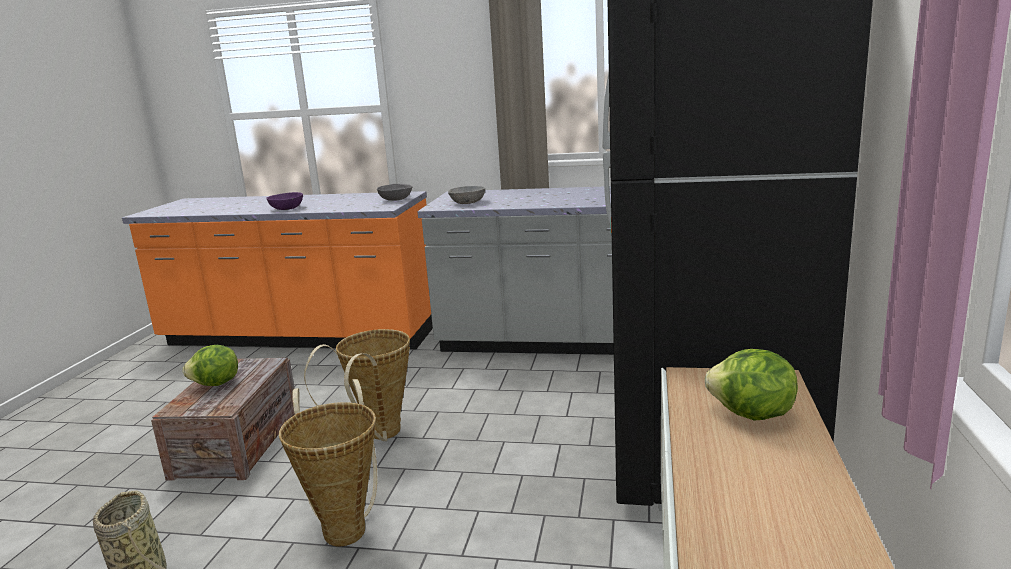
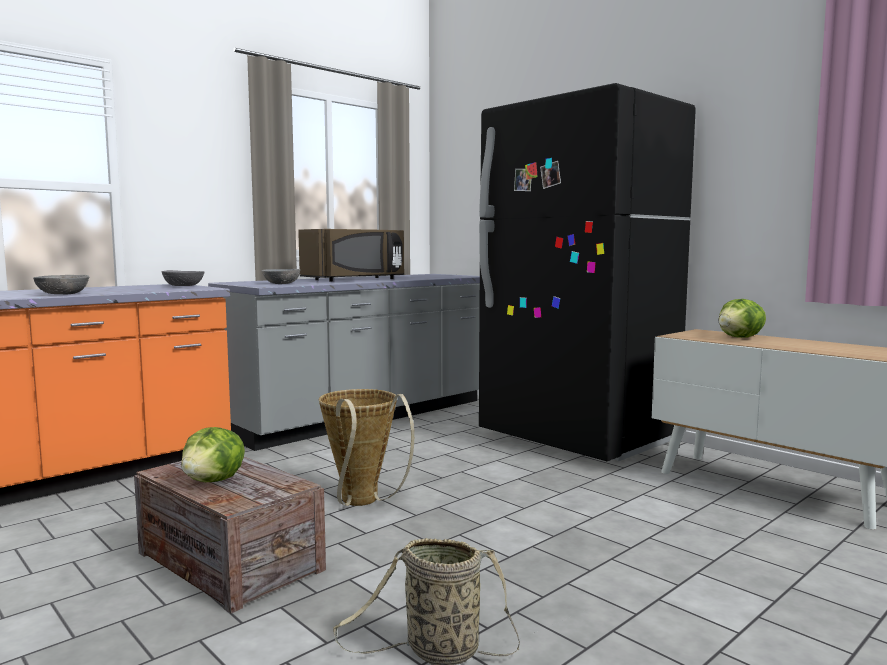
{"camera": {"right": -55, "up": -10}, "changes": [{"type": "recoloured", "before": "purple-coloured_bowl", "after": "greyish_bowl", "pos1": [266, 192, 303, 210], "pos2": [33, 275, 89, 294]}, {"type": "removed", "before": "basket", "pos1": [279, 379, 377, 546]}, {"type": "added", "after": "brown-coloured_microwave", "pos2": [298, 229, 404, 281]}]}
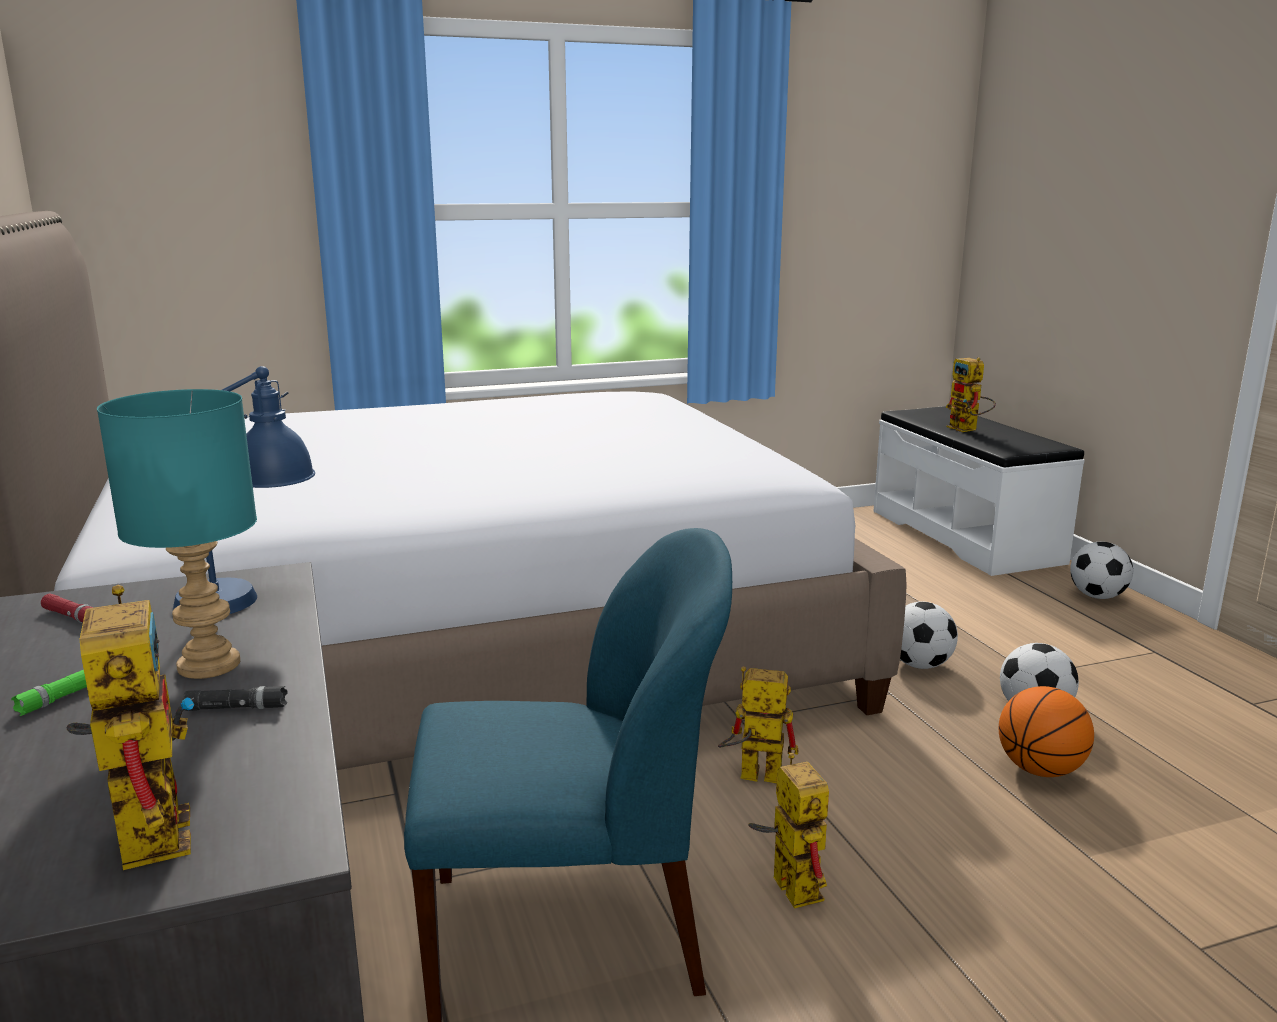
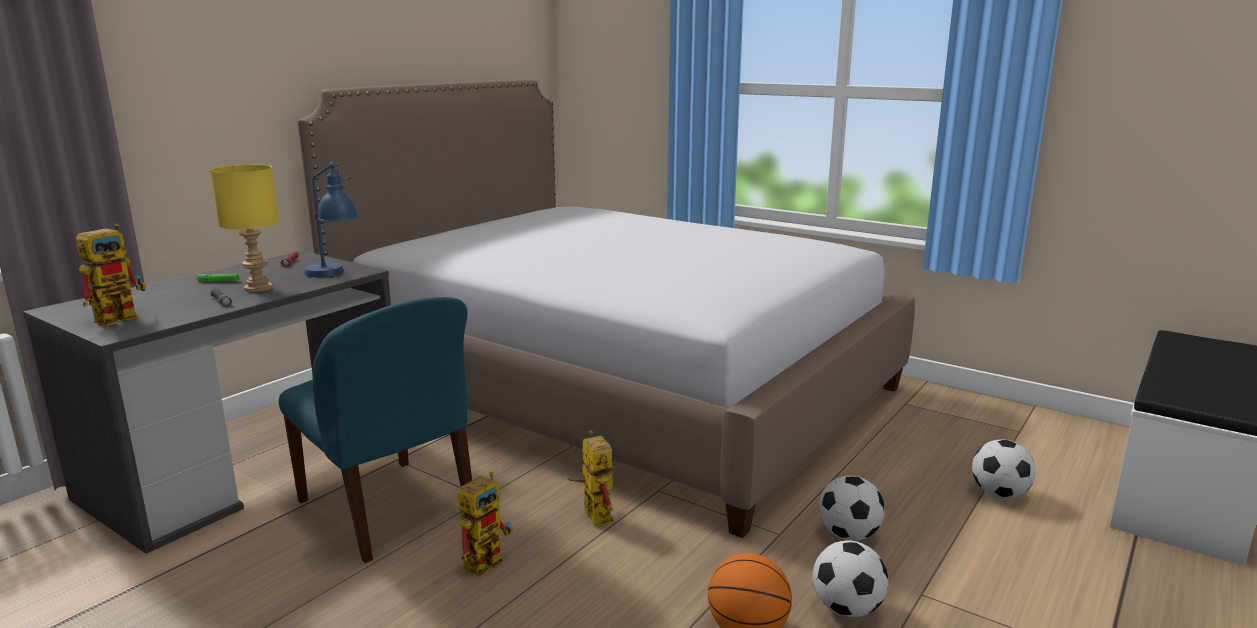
{"camera": {"right": 55, "up": 0}, "changes": [{"type": "recoloured", "before": "turquoise-coloured_table_lamp", "after": "yellow-coloured_table_lamp", "pos1": [97, 389, 257, 679], "pos2": [209, 164, 279, 292]}, {"type": "removed", "before": "toy_robot", "pos1": [946, 358, 996, 432]}, {"type": "moved", "before": "football_ball", "pos1": [1070, 542, 1133, 599], "pos2": [972, 439, 1036, 499]}]}
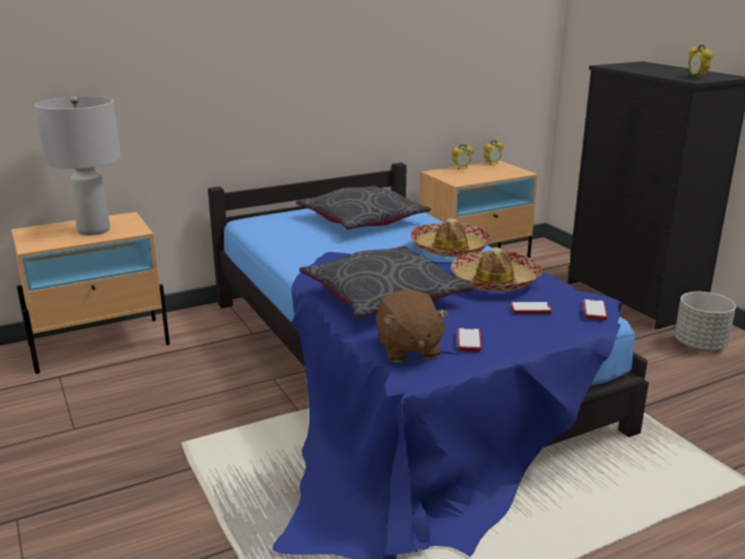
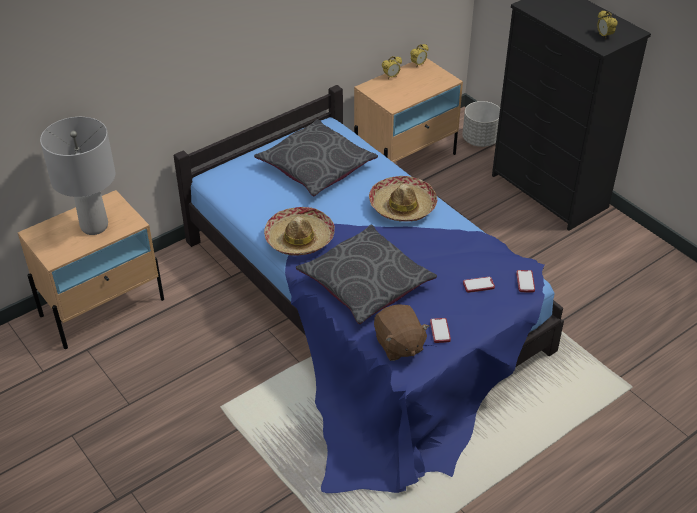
{"camera": {"right": -10, "up": 20}, "changes": [{"type": "moved", "before": "clothing_hat", "pos1": [451, 248, 542, 291], "pos2": [264, 207, 335, 256]}, {"type": "moved", "before": "greyish_plant_pot", "pos1": [674, 292, 736, 351], "pos2": [462, 101, 500, 147]}]}
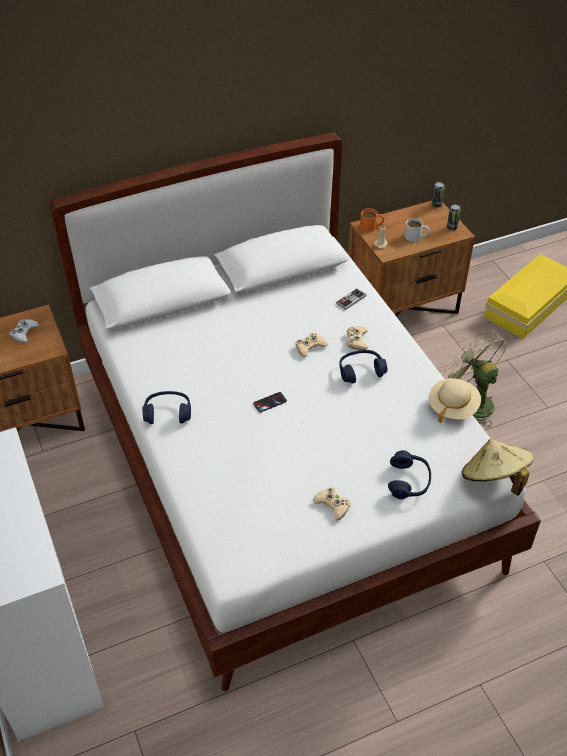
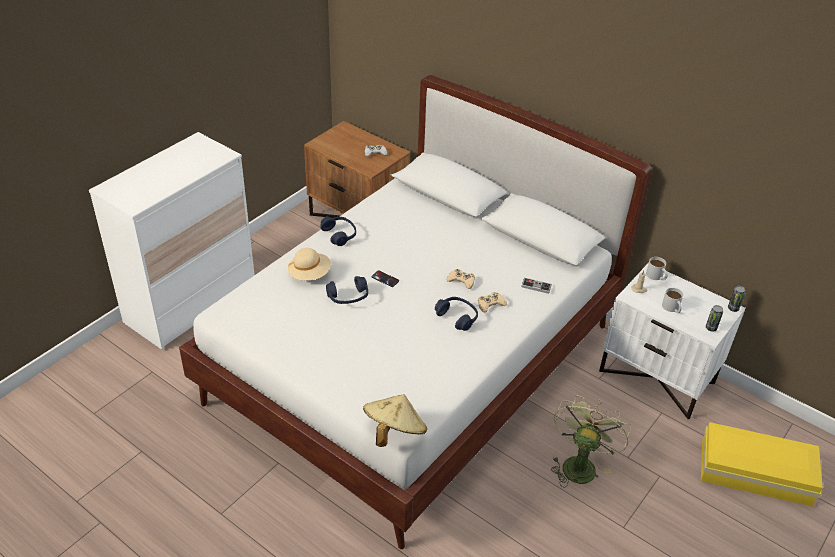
{"camera": {"right": 60, "up": -5}, "changes": [{"type": "removed", "before": "beige_joypad", "pos1": [313, 487, 350, 521]}, {"type": "recoloured", "before": "brown-coloured_night_table", "after": "white-coloured_night_table", "pos1": [348, 201, 475, 317], "pos2": [599, 263, 746, 419]}, {"type": "recoloured", "before": "orange_mug", "after": "white-coloured_mug", "pos1": [360, 208, 384, 232], "pos2": [646, 257, 668, 280]}, {"type": "moved", "before": "blue_headset", "pos1": [388, 450, 431, 499], "pos2": [326, 276, 368, 304]}, {"type": "moved", "before": "beige_clothing_hat", "pos1": [429, 378, 481, 423], "pos2": [288, 248, 331, 280]}]}
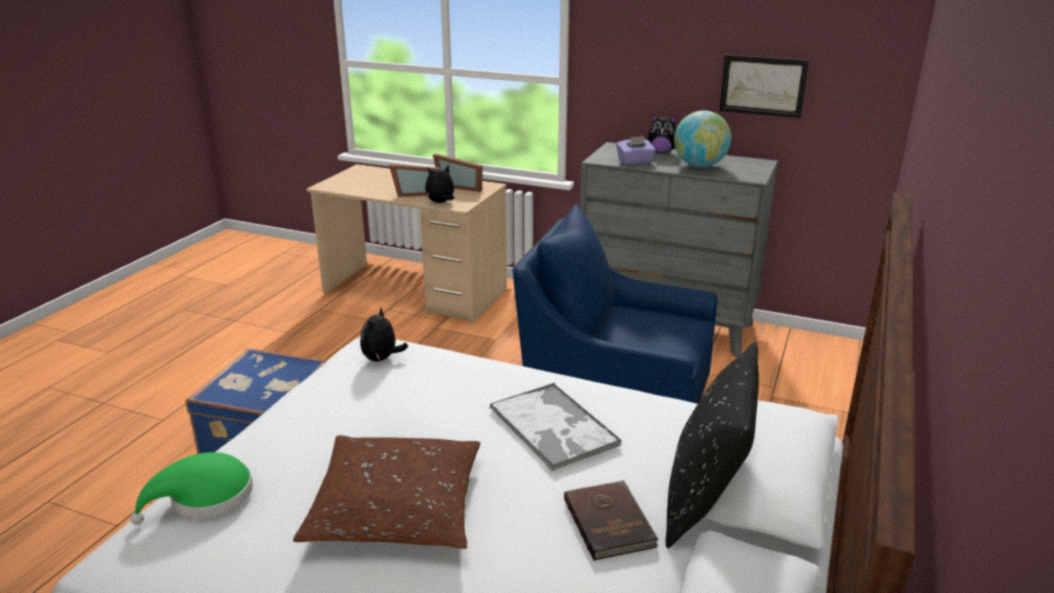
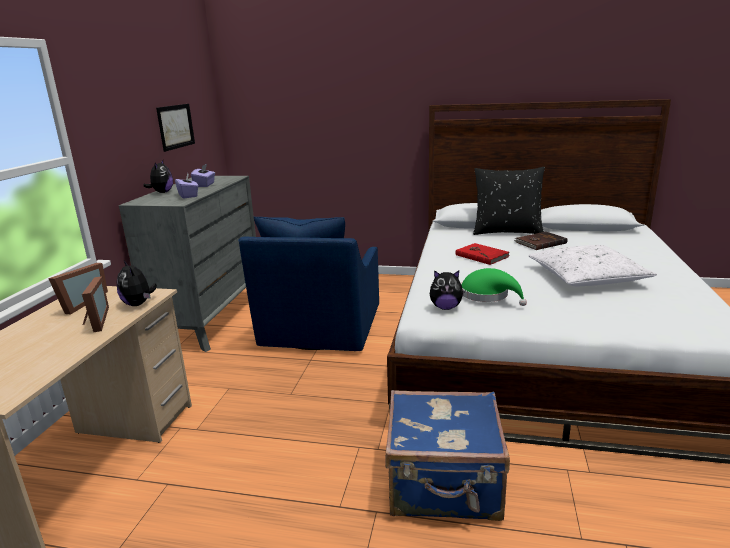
{"camera": {"right": -100, "up": -5}, "changes": [{"type": "moved", "before": "greenish_clothing_hat", "pos1": [130, 452, 253, 525], "pos2": [461, 268, 527, 306]}, {"type": "recoloured", "before": "brown-coloured_pillow", "after": "white-coloured_pillow", "pos1": [293, 435, 480, 549], "pos2": [528, 245, 657, 286]}, {"type": "replaced", "before": "serving_tray", "after": "red_bound_book", "pos1": [490, 383, 621, 471], "pos2": [455, 243, 510, 265]}, {"type": "replaced", "before": "world_globe", "after": "purple-coloured_tissue_holder", "pos1": [674, 110, 731, 167], "pos2": [191, 164, 215, 187]}]}
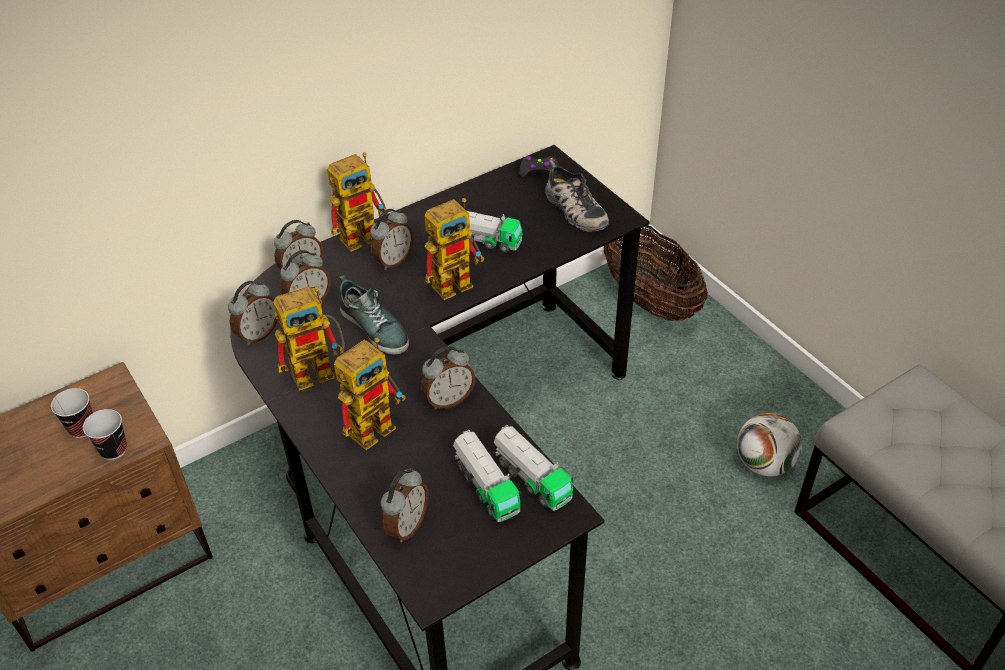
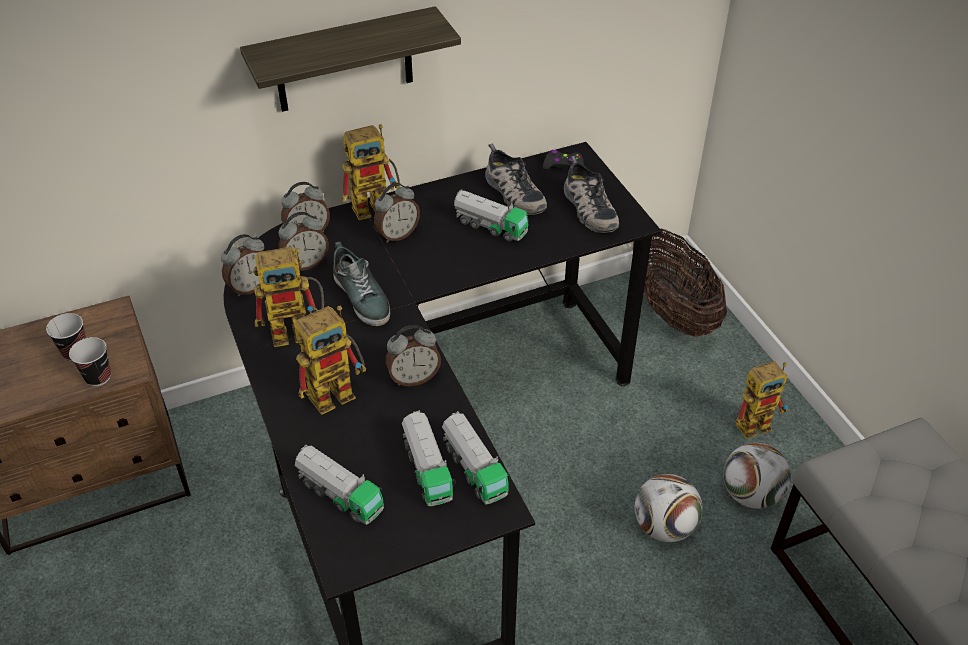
{"camera": {"right": 10, "up": 0}, "changes": [{"type": "replaced", "before": "alarm_clock", "after": "model_truck", "pos1": [381, 468, 429, 543], "pos2": [295, 445, 384, 525]}, {"type": "moved", "before": "toy_robot", "pos1": [424, 198, 484, 300], "pos2": [735, 361, 789, 439]}, {"type": "added", "after": "wall_shelf", "pos2": [240, 6, 461, 112]}, {"type": "added", "after": "item_of_footwear", "pos2": [485, 143, 547, 215]}, {"type": "added", "after": "football_ball", "pos2": [635, 474, 703, 542]}]}
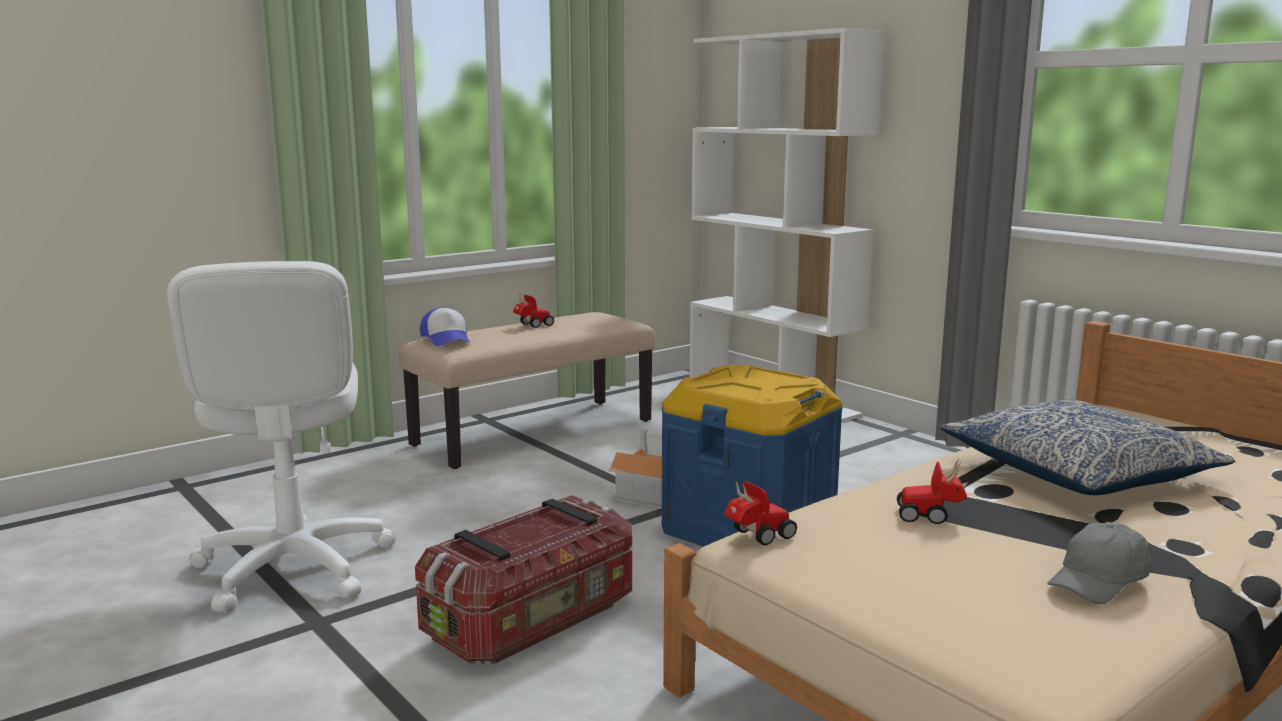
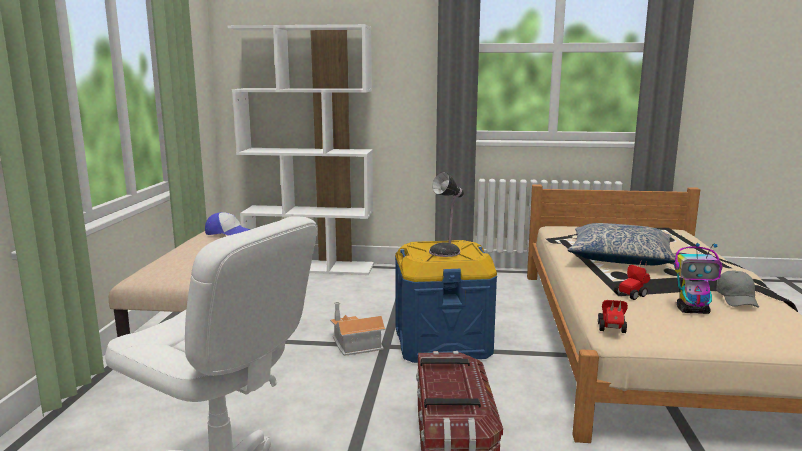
{"camera": {"right": -45, "up": 0}, "changes": [{"type": "moved", "before": "cap", "pos1": [420, 307, 470, 346], "pos2": [205, 212, 250, 236]}, {"type": "removed", "before": "model_car", "pos1": [513, 292, 554, 328]}, {"type": "added", "after": "table_lamp", "pos2": [429, 172, 464, 257]}, {"type": "added", "after": "toy_robot", "pos2": [674, 243, 722, 314]}]}
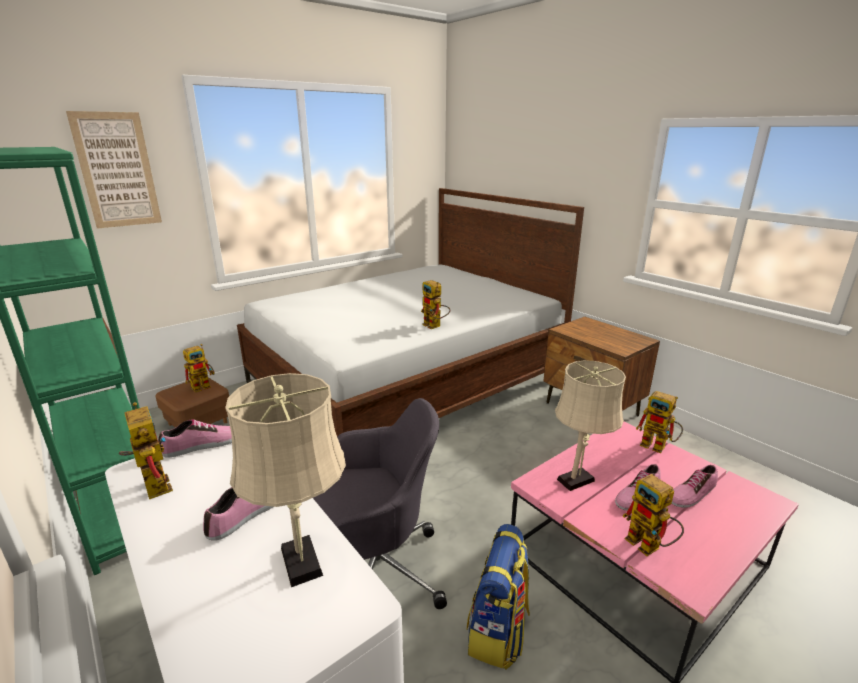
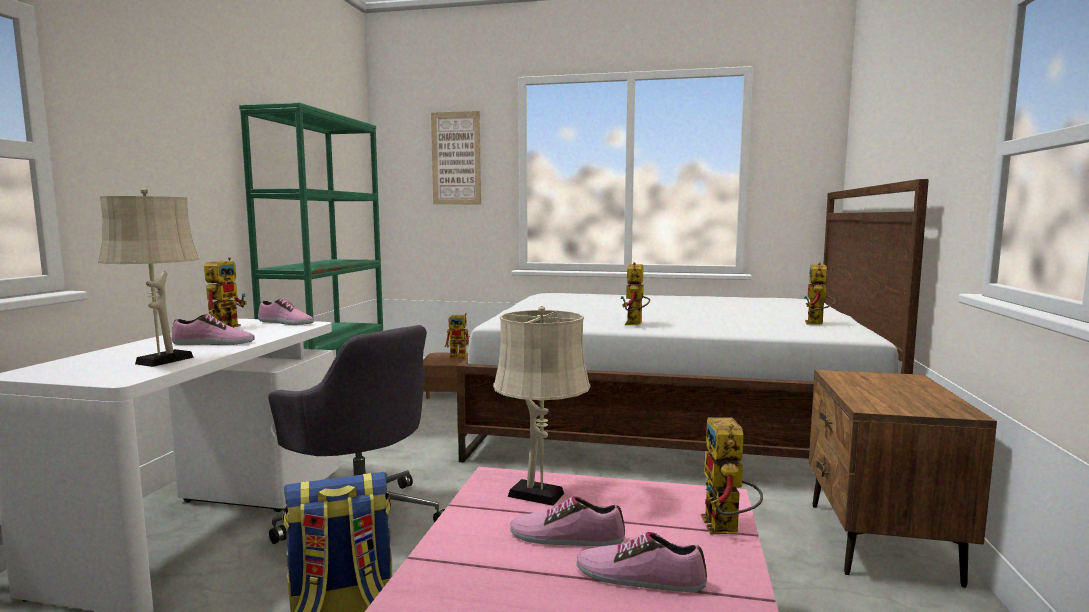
{"camera": {"right": 50, "up": -15}, "changes": [{"type": "moved", "before": "toy_robot", "pos1": [623, 474, 684, 556], "pos2": [804, 262, 836, 325]}]}
